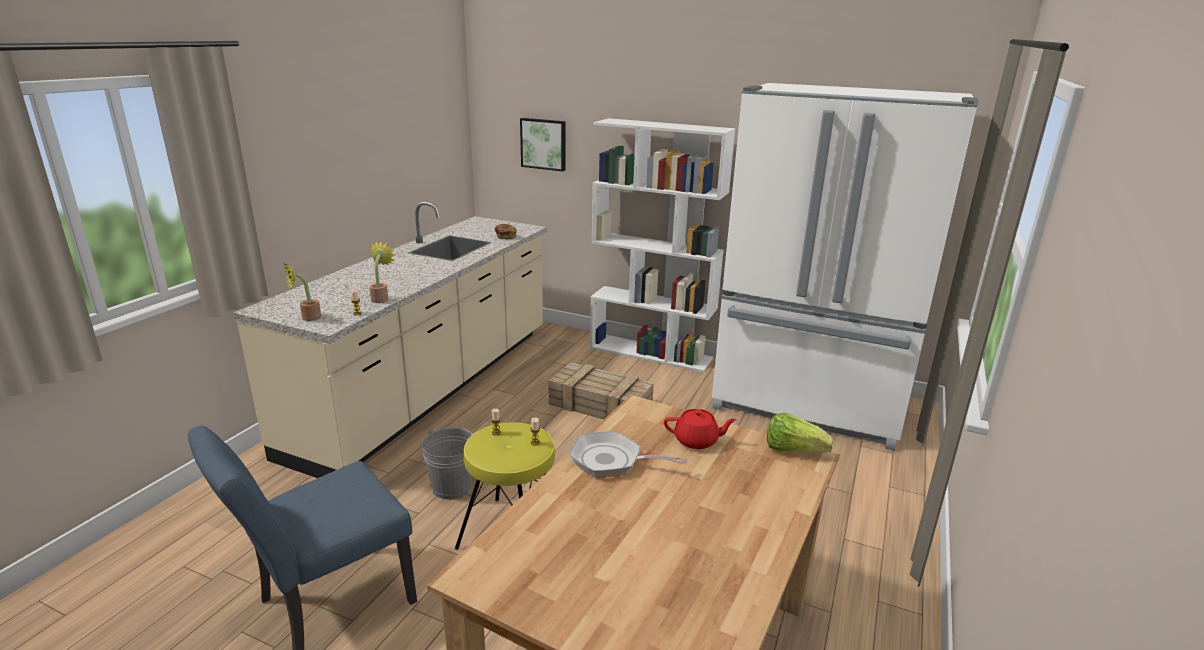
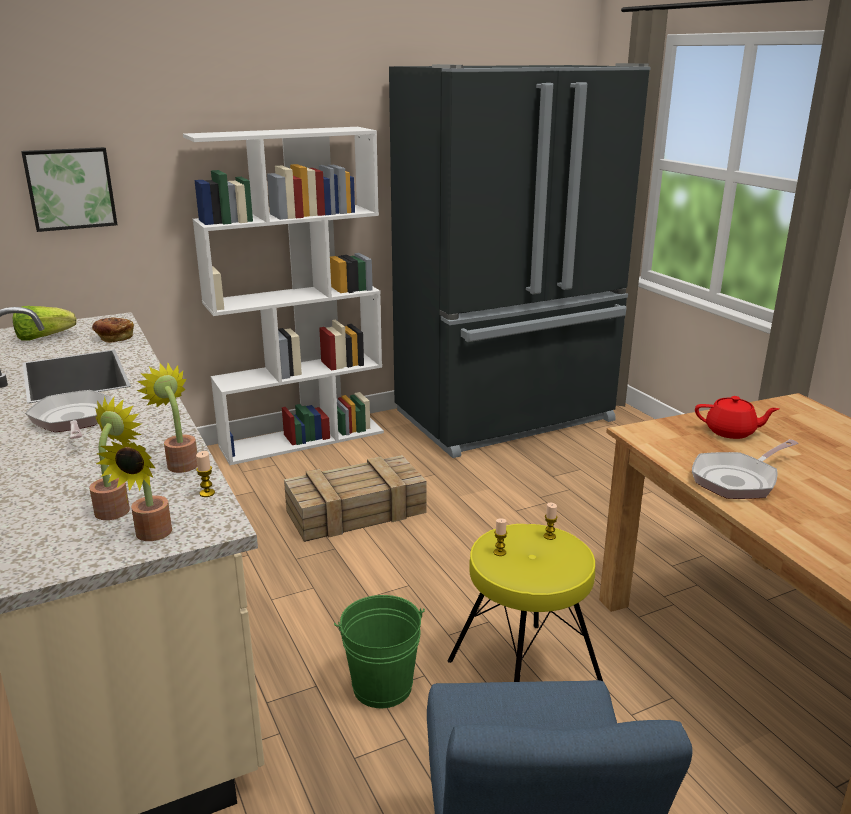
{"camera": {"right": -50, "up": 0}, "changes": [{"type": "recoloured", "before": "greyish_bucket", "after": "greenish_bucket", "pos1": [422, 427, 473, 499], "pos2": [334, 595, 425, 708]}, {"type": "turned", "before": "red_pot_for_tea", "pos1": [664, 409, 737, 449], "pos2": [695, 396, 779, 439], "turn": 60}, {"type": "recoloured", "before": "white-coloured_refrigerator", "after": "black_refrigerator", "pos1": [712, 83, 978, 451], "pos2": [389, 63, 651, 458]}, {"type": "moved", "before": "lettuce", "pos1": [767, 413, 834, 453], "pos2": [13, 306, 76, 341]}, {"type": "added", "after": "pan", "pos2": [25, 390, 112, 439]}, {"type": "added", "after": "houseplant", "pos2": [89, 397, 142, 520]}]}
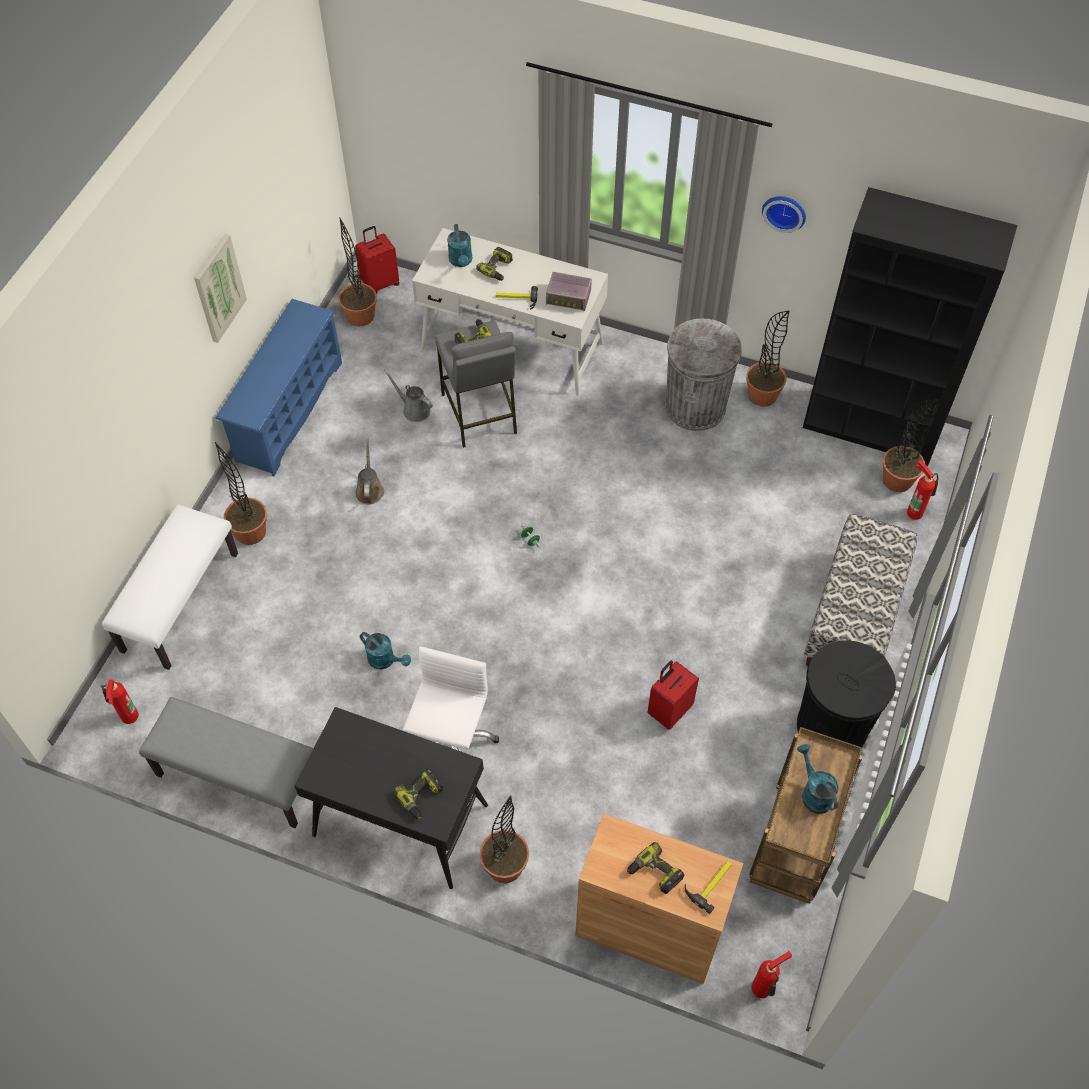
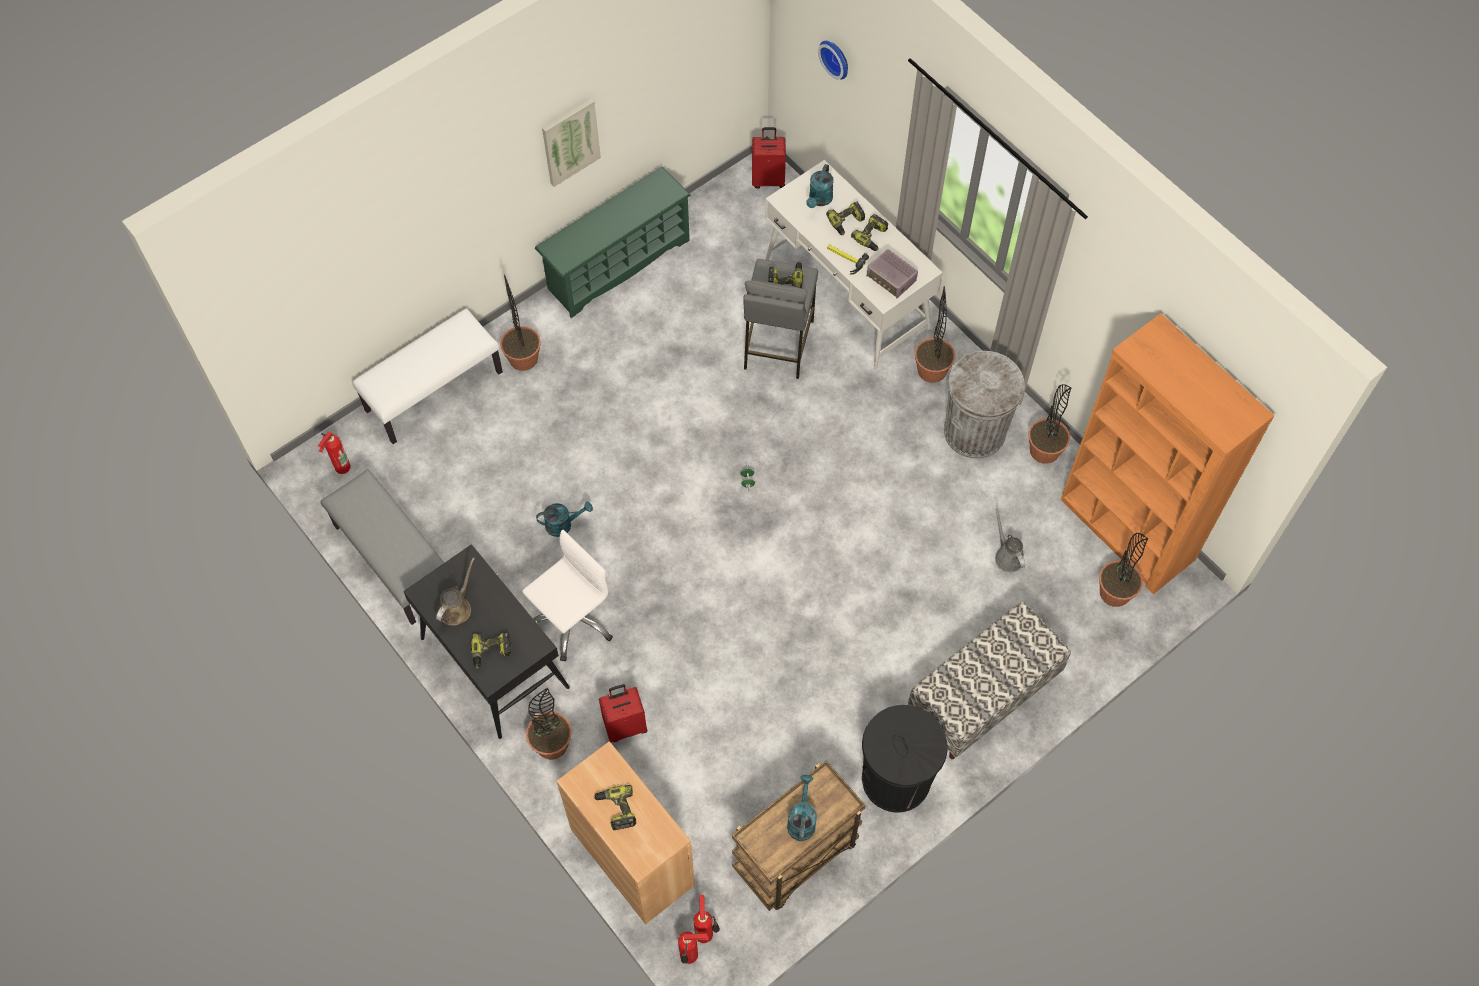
{"camera": {"right": 30, "up": 5}, "changes": [{"type": "recoloured", "before": "blue_shoe_stand", "after": "greenish_shoe_stand", "pos1": [216, 299, 342, 476], "pos2": [535, 166, 691, 318]}, {"type": "moved", "before": "houseplant", "pos1": [338, 217, 377, 326], "pos2": [915, 286, 955, 383]}, {"type": "moved", "before": "brown-coloured_sprinkling_can", "pos1": [356, 438, 384, 504], "pos2": [436, 557, 475, 626]}, {"type": "turned", "before": "turquoise-coloured_sprinkling_can", "pos1": [360, 632, 411, 669], "pos2": [536, 501, 593, 537], "turn": -75}, {"type": "moved", "before": "greyish_sprinkling_can", "pos1": [384, 370, 433, 422], "pos2": [995, 508, 1025, 572]}, {"type": "moved", "before": "red_suitcase", "pos1": [647, 661, 699, 730], "pos2": [599, 684, 648, 742]}, {"type": "removed", "before": "hammer", "pos1": [685, 861, 732, 914]}, {"type": "moved", "before": "wall_clock", "pos1": [762, 196, 806, 233], "pos2": [818, 41, 848, 79]}, {"type": "recoloured", "before": "black_bookshelf", "after": "orange_bookshelf", "pos1": [803, 187, 1017, 467], "pos2": [1061, 313, 1275, 594]}, {"type": "moved", "before": "fire-fighting_cylinder", "pos1": [907, 460, 938, 520], "pos2": [694, 895, 720, 943]}, {"type": "added", "after": "electric_drill", "pos2": [851, 214, 888, 251]}]}
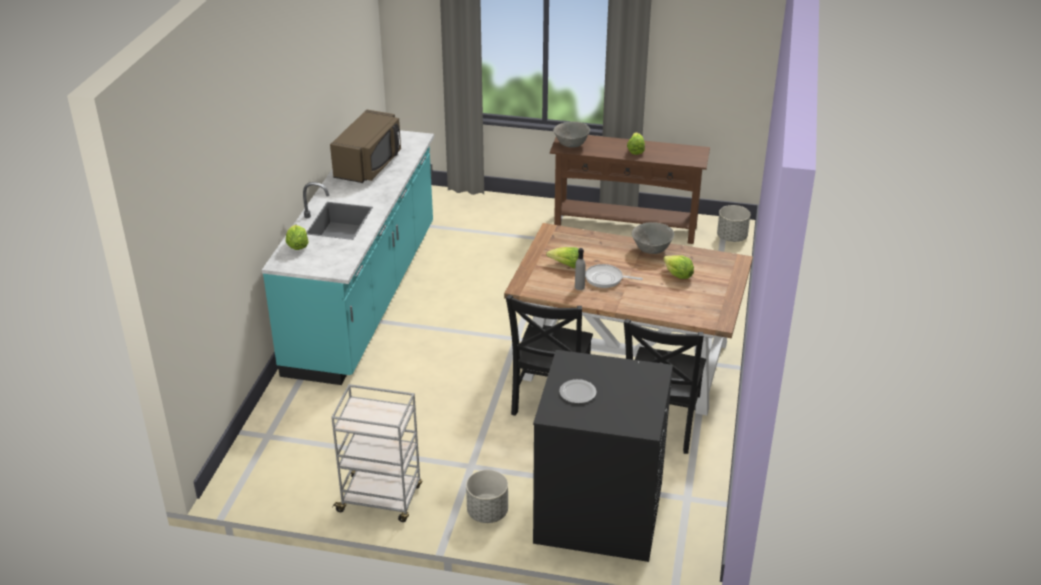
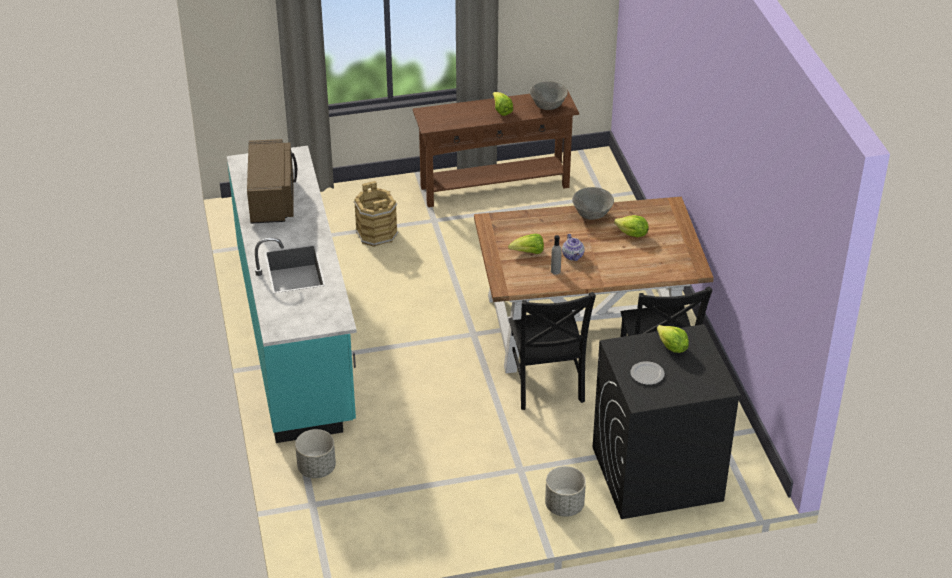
{"camera": {"right": -25, "up": 5}, "changes": [{"type": "moved", "before": "lettuce", "pos1": [286, 225, 309, 250], "pos2": [657, 325, 689, 353]}, {"type": "removed", "before": "greyish_trolley", "pos1": [331, 384, 422, 522]}, {"type": "moved", "before": "greyish_bowl", "pos1": [553, 122, 590, 148], "pos2": [530, 81, 568, 110]}, {"type": "replaced", "before": "pan", "after": "pot_for_tea", "pos1": [585, 264, 643, 288], "pos2": [562, 234, 584, 261]}, {"type": "moved", "before": "greyish_plant_pot", "pos1": [717, 205, 751, 242], "pos2": [295, 429, 336, 478]}, {"type": "added", "after": "brown-coloured_bucket", "pos2": [354, 181, 398, 247]}]}
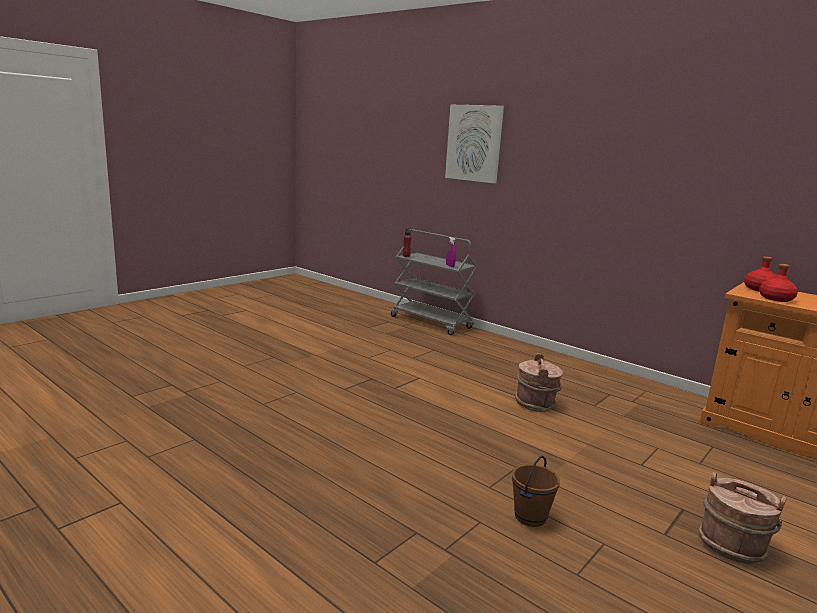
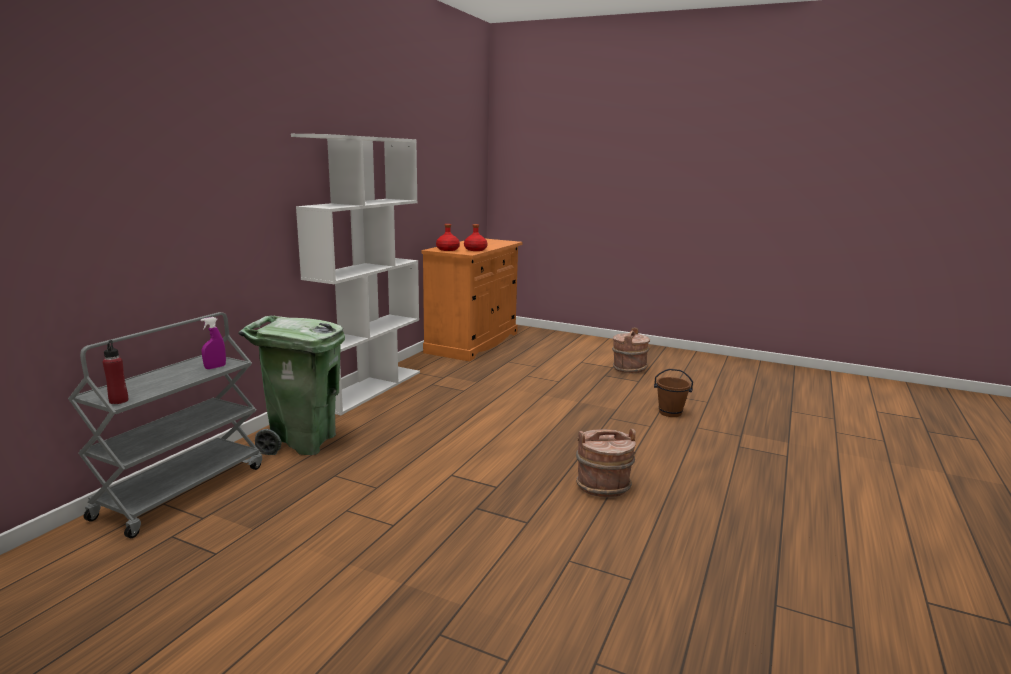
{"camera": {"right": -105, "up": 0}, "changes": [{"type": "removed", "before": "picture", "pos1": [445, 105, 504, 183]}, {"type": "moved", "before": "brown-coloured_bucket", "pos1": [515, 353, 563, 412], "pos2": [576, 429, 636, 498]}, {"type": "added", "after": "greenish_trash_can", "pos2": [238, 316, 345, 455]}, {"type": "added", "after": "white-coloured_bookshelf", "pos2": [291, 134, 420, 415]}]}
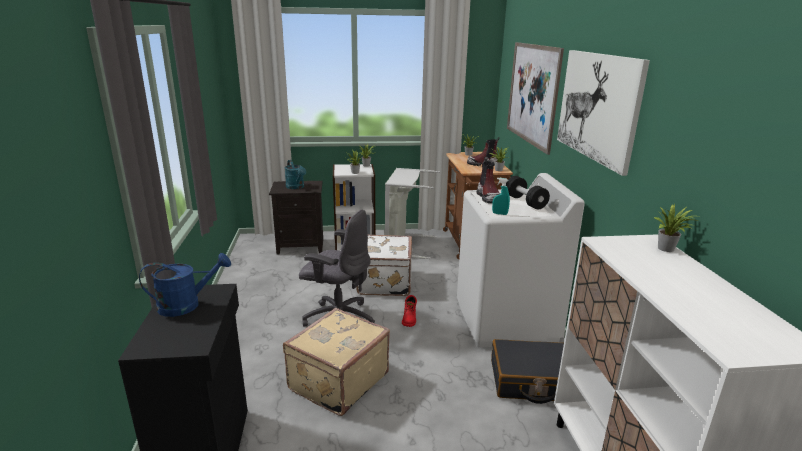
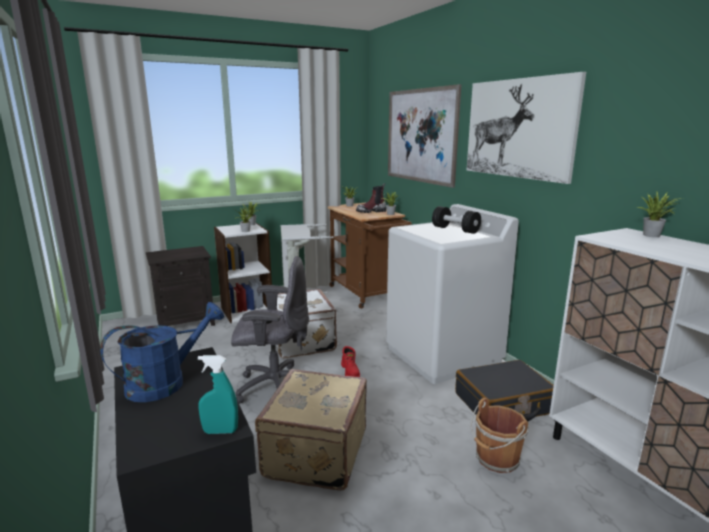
{"camera": {"right": -20, "up": -5}, "changes": [{"type": "removed", "before": "turquoise-coloured_sprinkling_can", "pos1": [285, 160, 306, 189]}, {"type": "removed", "before": "tall_boot", "pos1": [476, 157, 500, 203]}, {"type": "moved", "before": "turquoise-coloured_hand_sprayer", "pos1": [492, 178, 510, 215], "pos2": [198, 355, 238, 434]}, {"type": "added", "after": "brown-coloured_bucket", "pos2": [470, 398, 529, 473]}]}
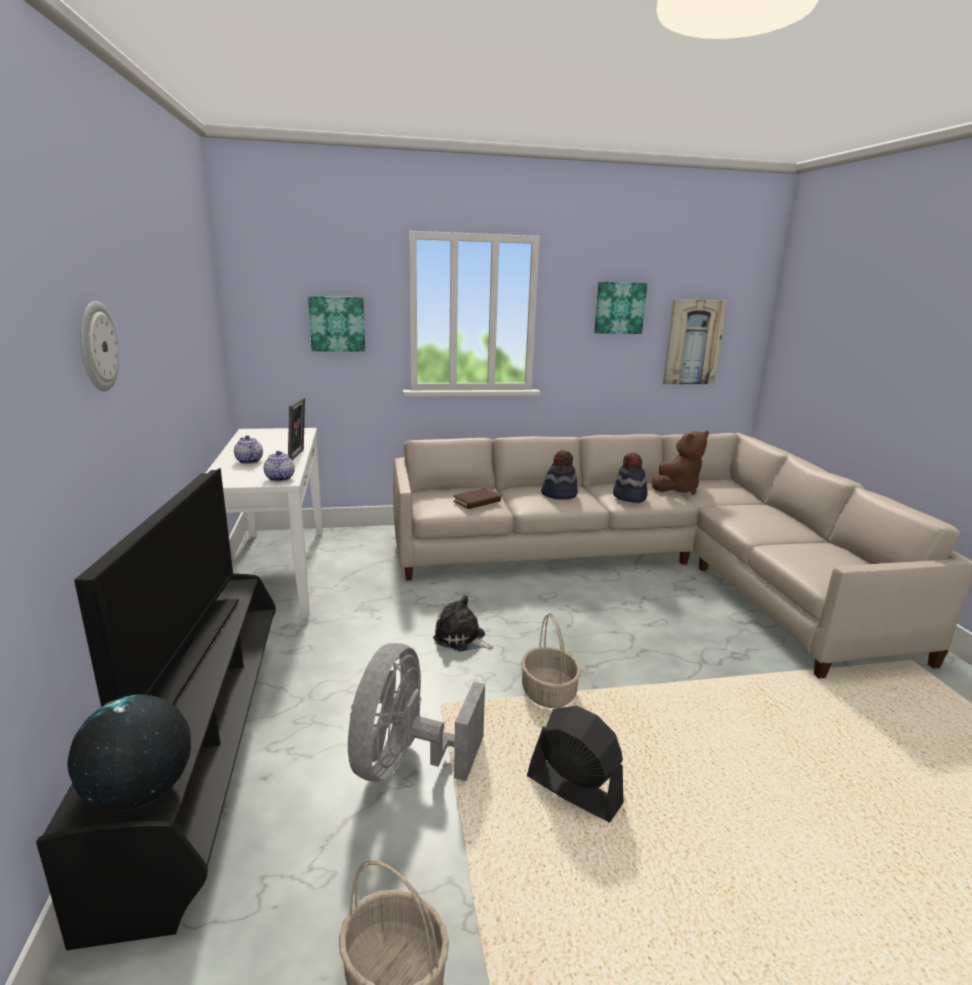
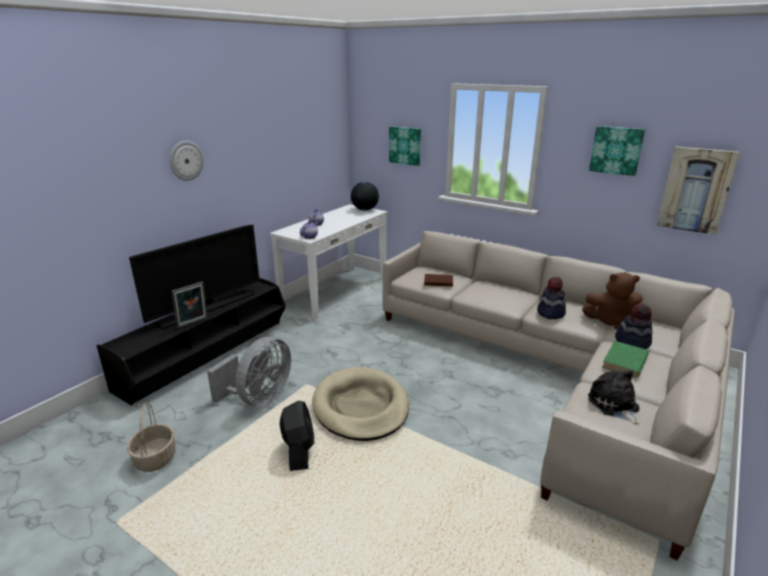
{"camera": {"right": 45, "up": 5}, "changes": [{"type": "moved", "before": "world_globe", "pos1": [67, 695, 191, 811], "pos2": [351, 182, 379, 211]}, {"type": "moved", "before": "picture_frame", "pos1": [288, 397, 305, 461], "pos2": [172, 281, 208, 328]}, {"type": "turned", "before": "greyish_fan", "pos1": [348, 643, 485, 782], "pos2": [207, 336, 291, 406], "turn": 150}, {"type": "moved", "before": "plush_toy", "pos1": [433, 595, 494, 652], "pos2": [588, 370, 640, 425]}, {"type": "replaced", "before": "basket", "after": "beige_pet_bed", "pos1": [521, 614, 581, 708], "pos2": [312, 367, 409, 441]}, {"type": "moved", "before": "clothing_hat", "pos1": [541, 450, 578, 500], "pos2": [615, 303, 653, 349]}, {"type": "added", "after": "greenish_bound_book", "pos2": [602, 341, 649, 378]}]}
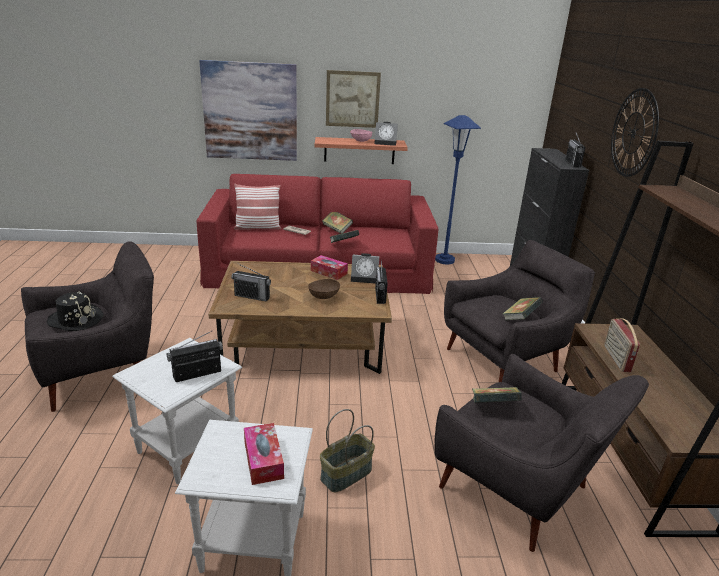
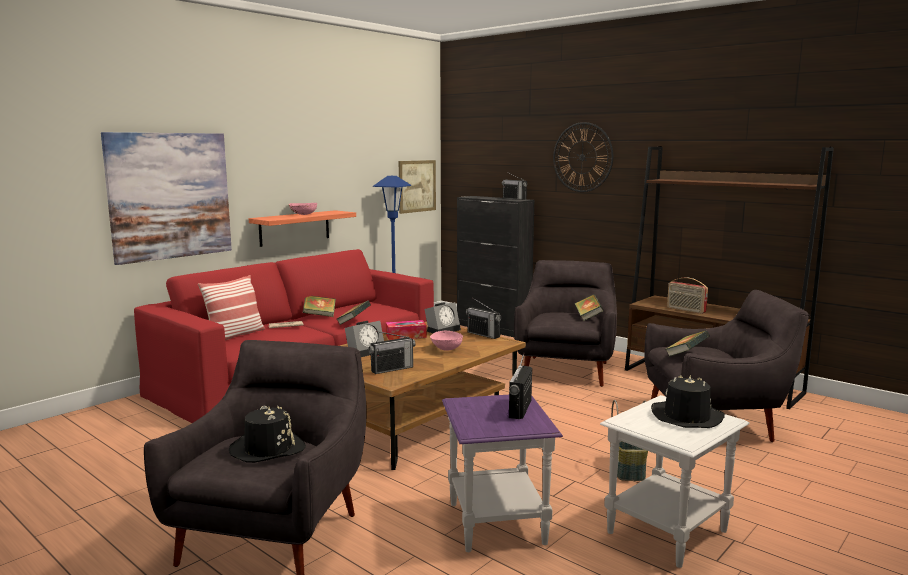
{"camera": {"right": -45, "up": -15}, "changes": [{"type": "recoloured", "before": "white-coloured_accent_table", "after": "purple-coloured_accent_table", "pos1": [112, 338, 242, 484], "pos2": [442, 395, 563, 552]}, {"type": "replaced", "before": "tissue_holder", "after": "black_clothing_hat", "pos1": [244, 423, 284, 485], "pos2": [651, 375, 725, 428]}, {"type": "recoloured", "before": "brown-coloured_bowl", "after": "pink-coloured_bowl", "pos1": [308, 279, 340, 299], "pos2": [430, 331, 463, 351]}, {"type": "moved", "before": "picture", "pos1": [326, 70, 381, 128], "pos2": [399, 160, 436, 214]}, {"type": "moved", "before": "alarm_clock", "pos1": [374, 122, 398, 146], "pos2": [345, 321, 384, 357]}]}
